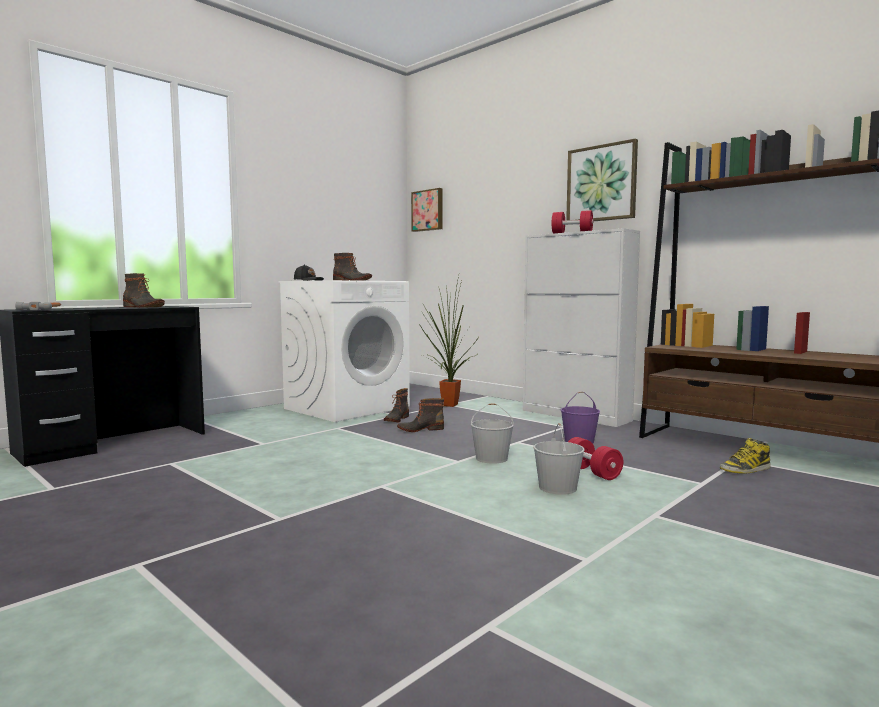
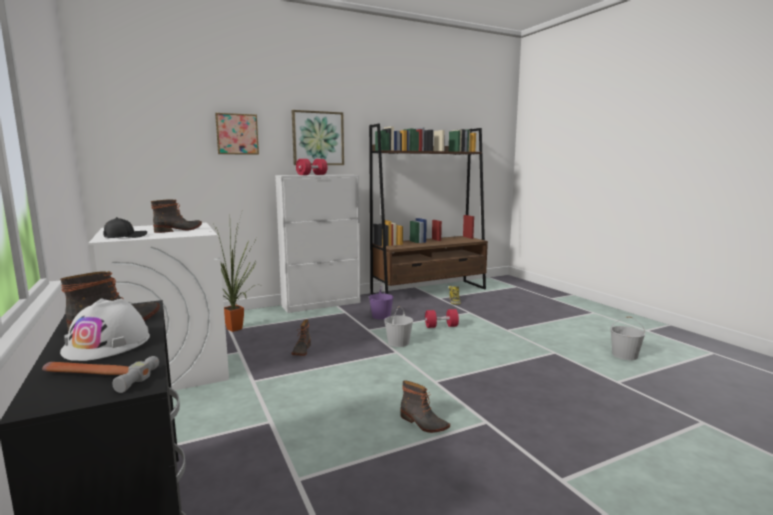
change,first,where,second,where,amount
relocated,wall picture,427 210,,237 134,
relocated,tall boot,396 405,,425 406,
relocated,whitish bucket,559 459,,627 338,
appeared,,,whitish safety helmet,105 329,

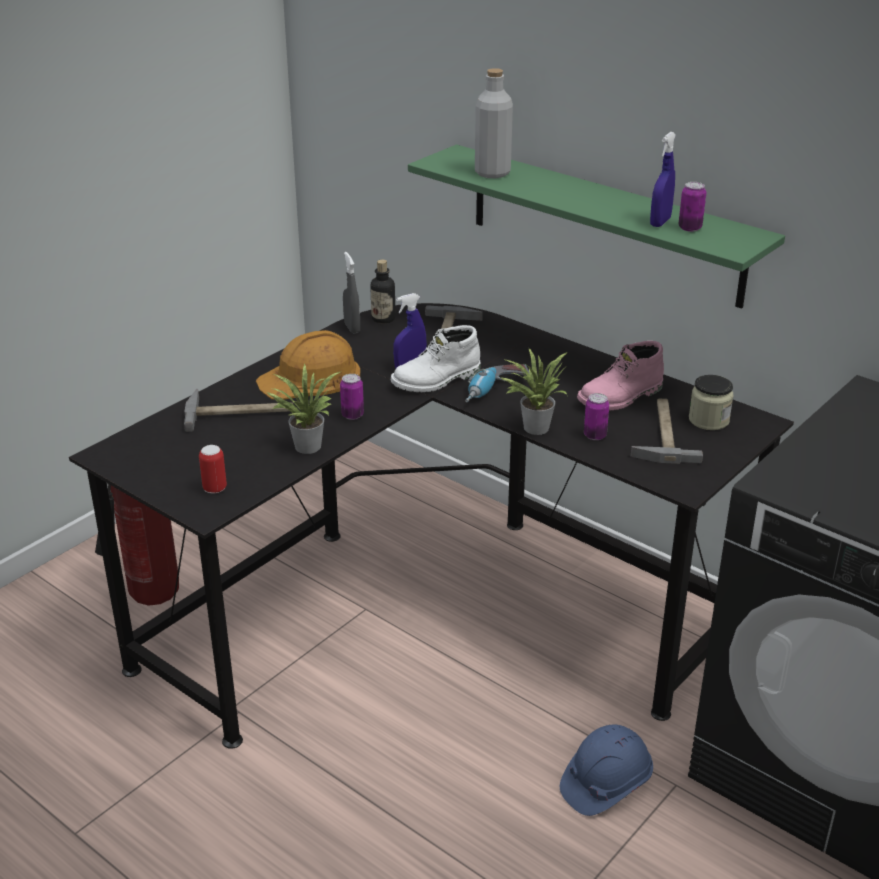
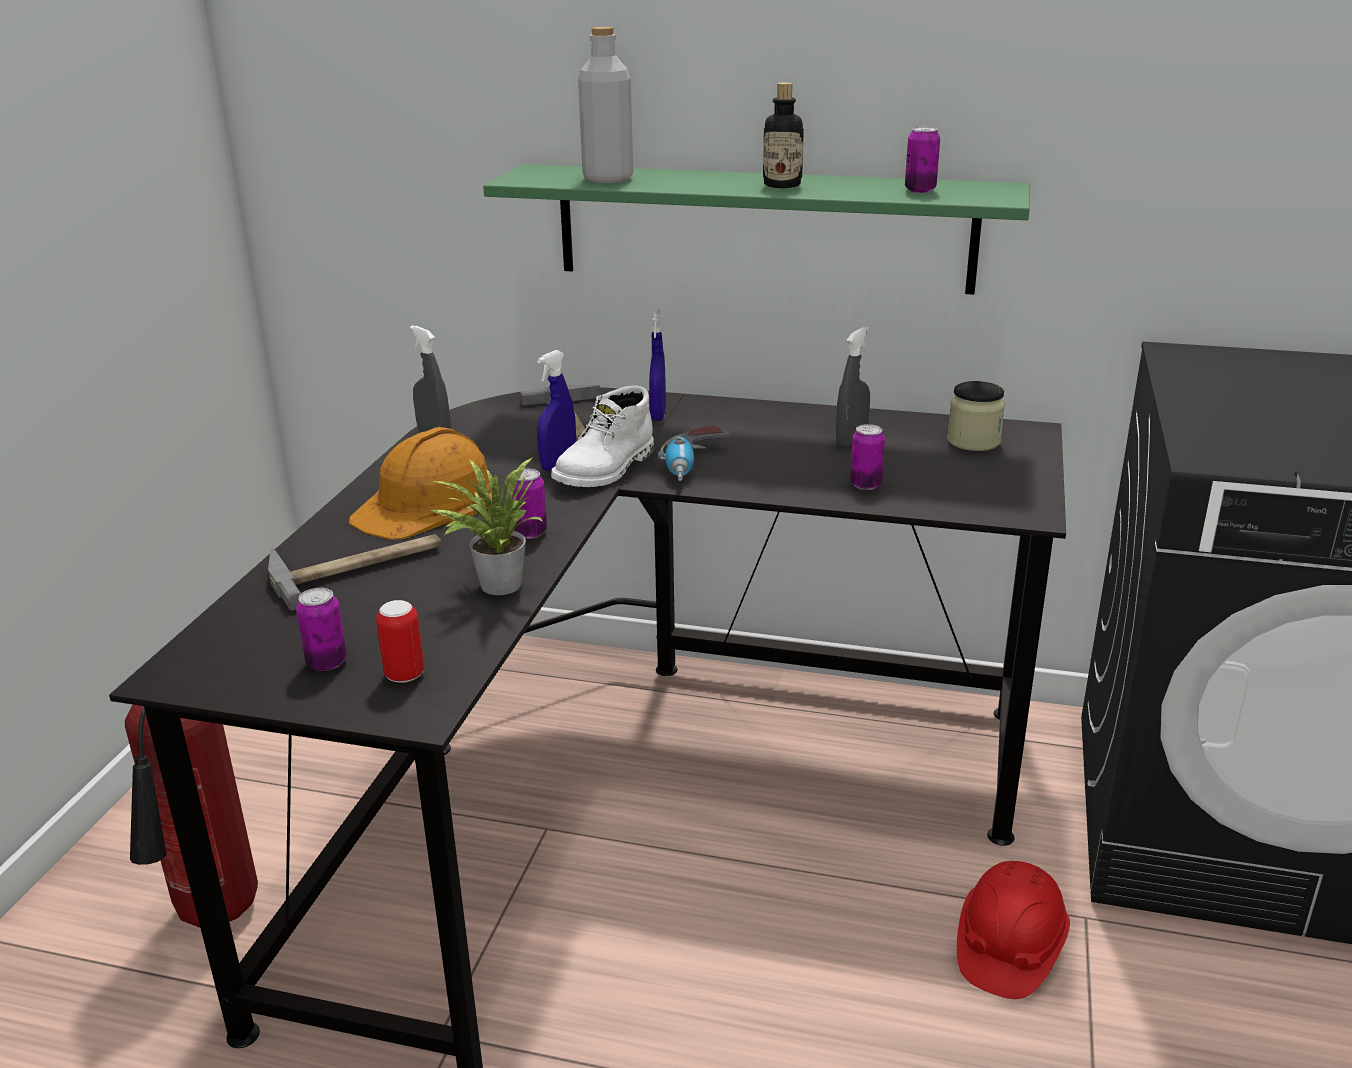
change,first,where,second,where,amount
relocated,blue-coloured spray bottle,663 179,,657 364,
relocated,drink bottle,382 291,,783 135,
exchanged,pink tall boot,620 375,greyish spray bottle,853 386,
missing,potted plant,533 391,,,
missing,tool hammer,667 431,,,
colour,blue-coloured safety helmet,606 770,red-coloured safety helmet,1013 930,
appeared,,,sealed can,321 629,

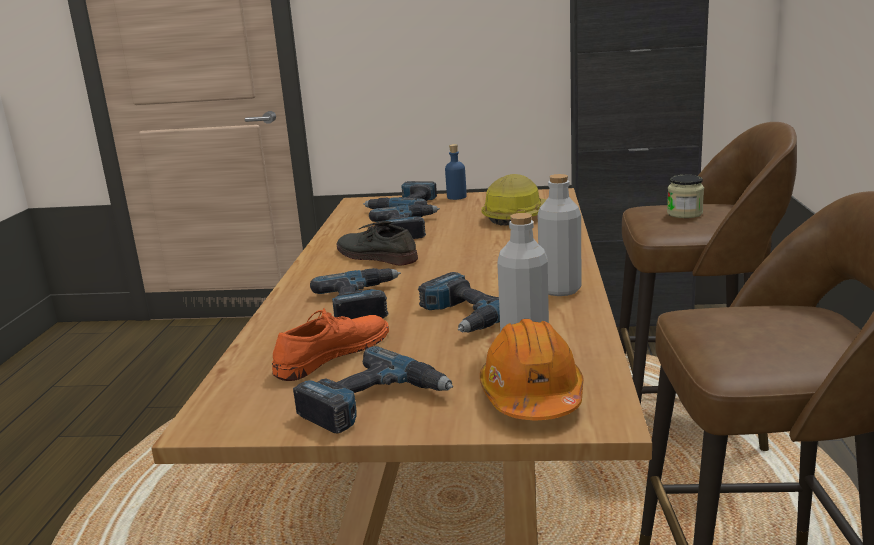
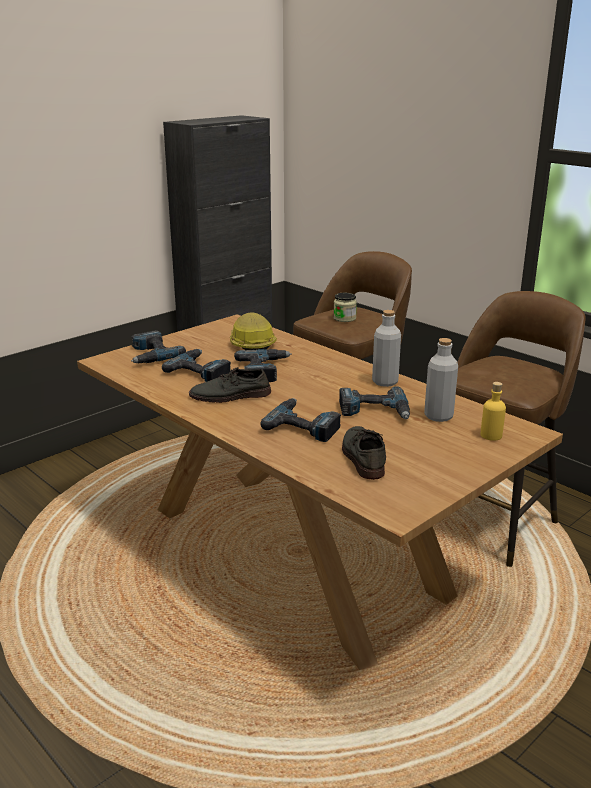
change,first,where,second,where,amount
missing,blue-coloured drink bottle,456 172,,,
colour,orange-coloured item of footwear,330 344,greyish item of footwear,364 453,
exchanged,orange-coloured safety helmet,532 369,yellow-coloured drink bottle,493 411,
relocated,drill,373 389,,263 365,

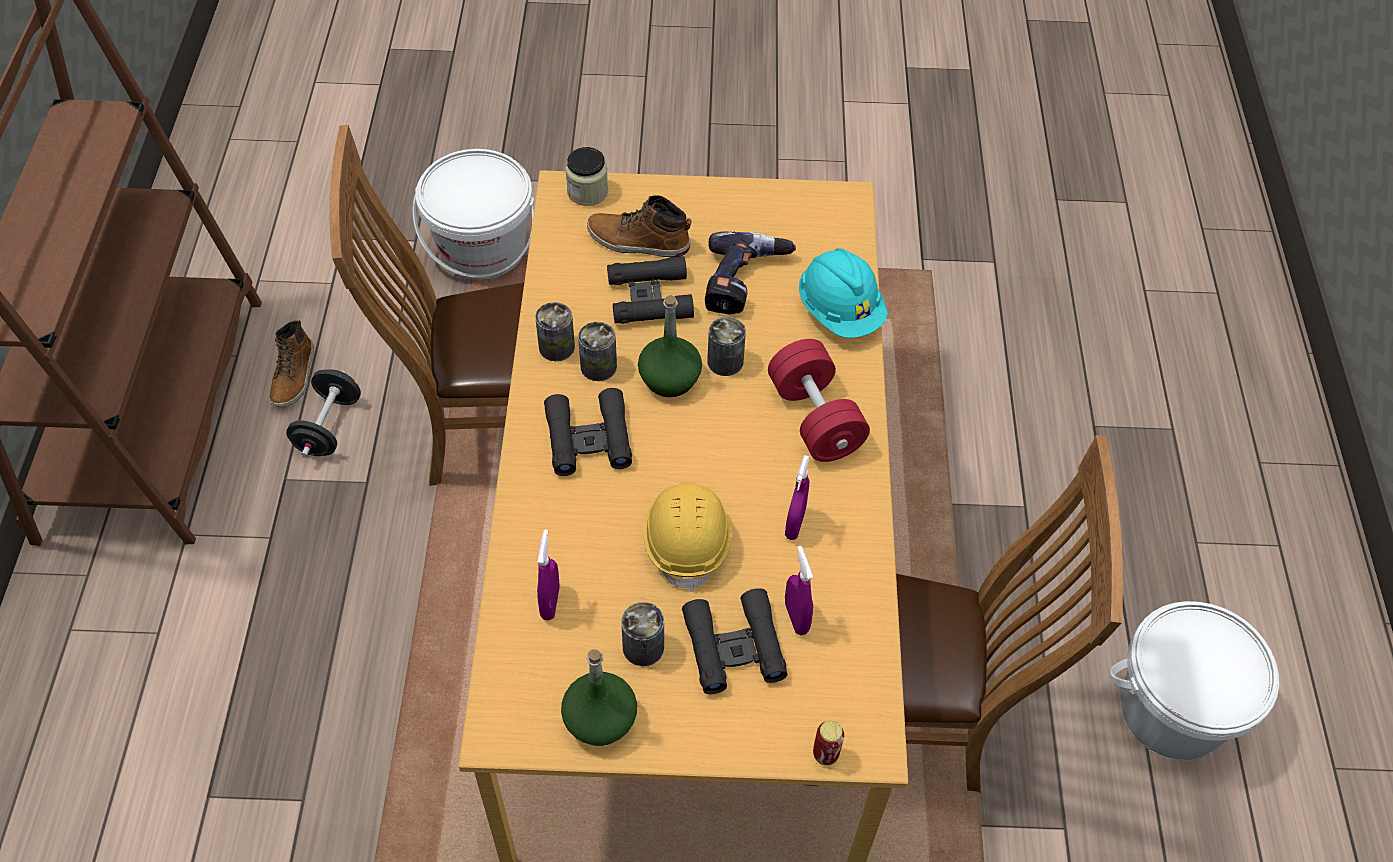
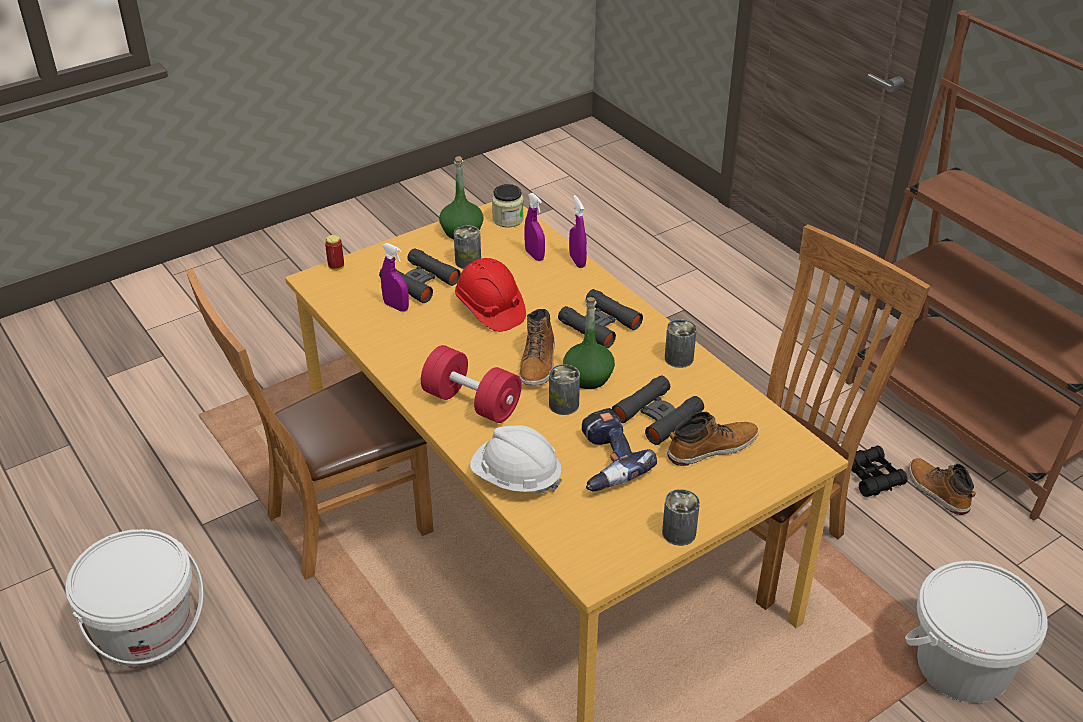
change,first,where,second,where,amount
relocated,jar,586 176,,508 206,
colour,turquoise-coloured safety helmet,843 293,whitish safety helmet,516 459,
relocated,sealed can,597 351,,681 517,
exchanged,black free weight,323 413,black binoculars,879 471,
relocated,purple-coloured spray bottle,797 497,,578 231,
colour,yellow-coloured safety helmet,687 537,red-coloured safety helmet,490 295,
appeared,,,tall boot,537 347,

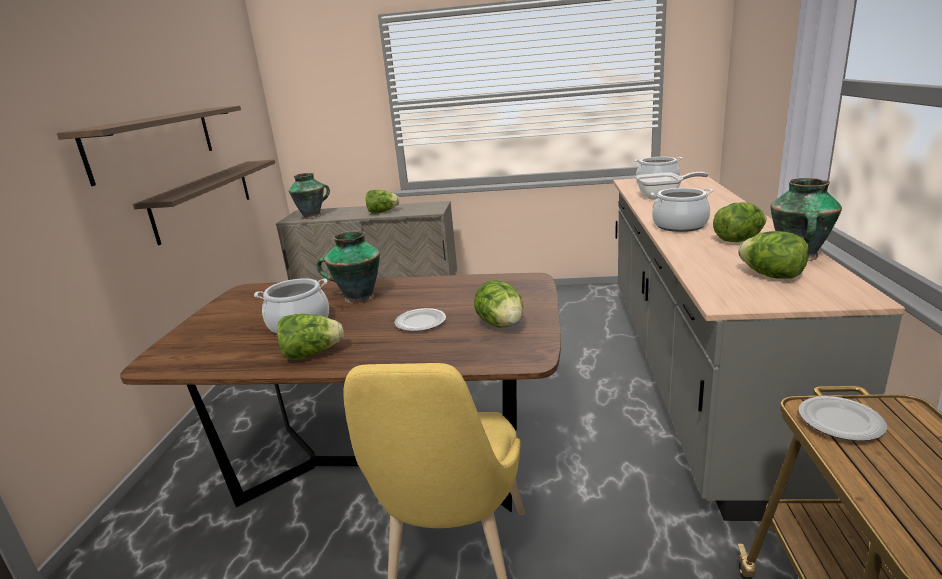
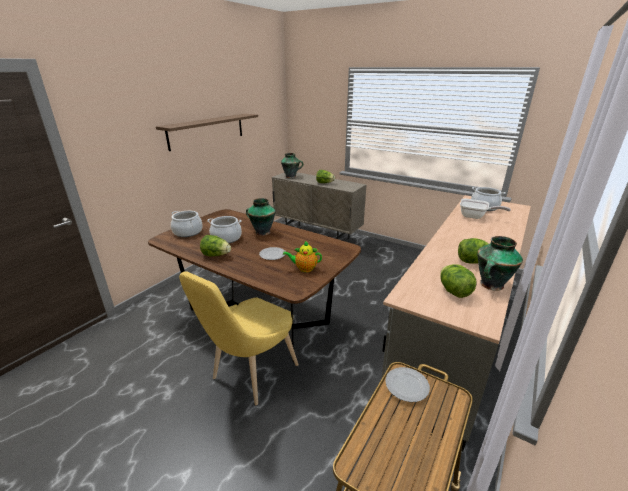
change,first,where,second,where,amount
missing,bracket shelf,204 202,,,
relocated,saucepot,682 210,,187 224,
exchanged,lettuce,498 304,pot for tea,302 256,

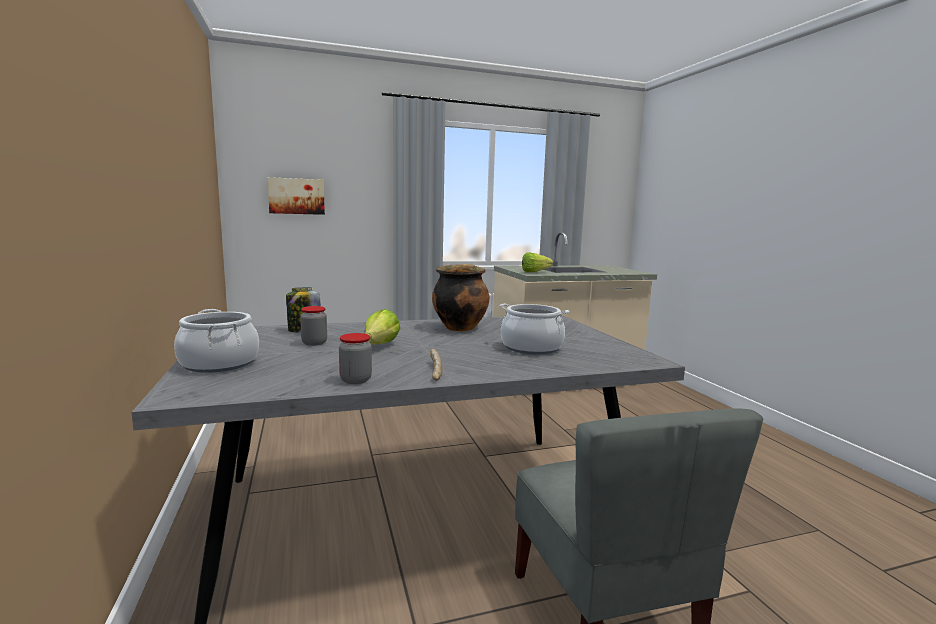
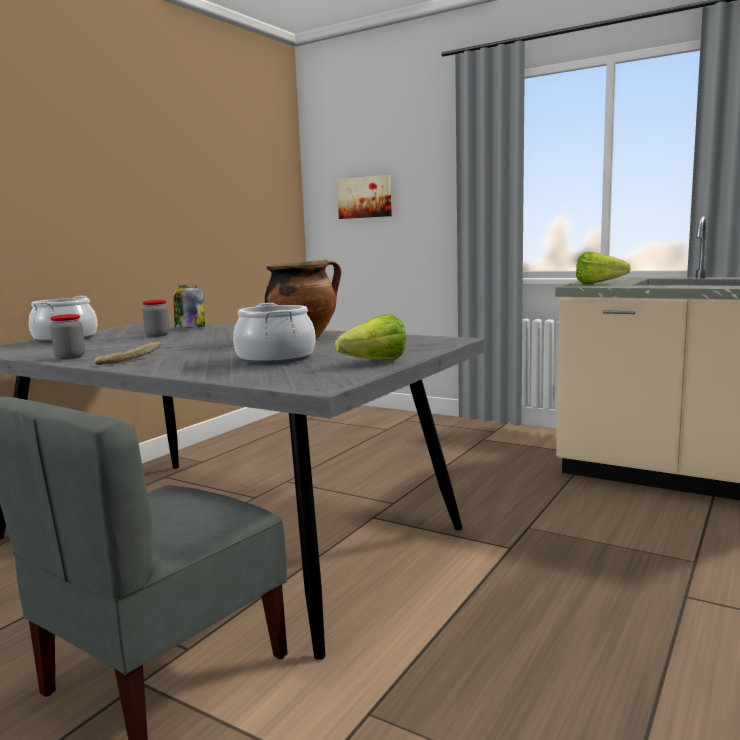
change,first,where,second,where,amount
relocated,lettuce,382 327,,370 337,

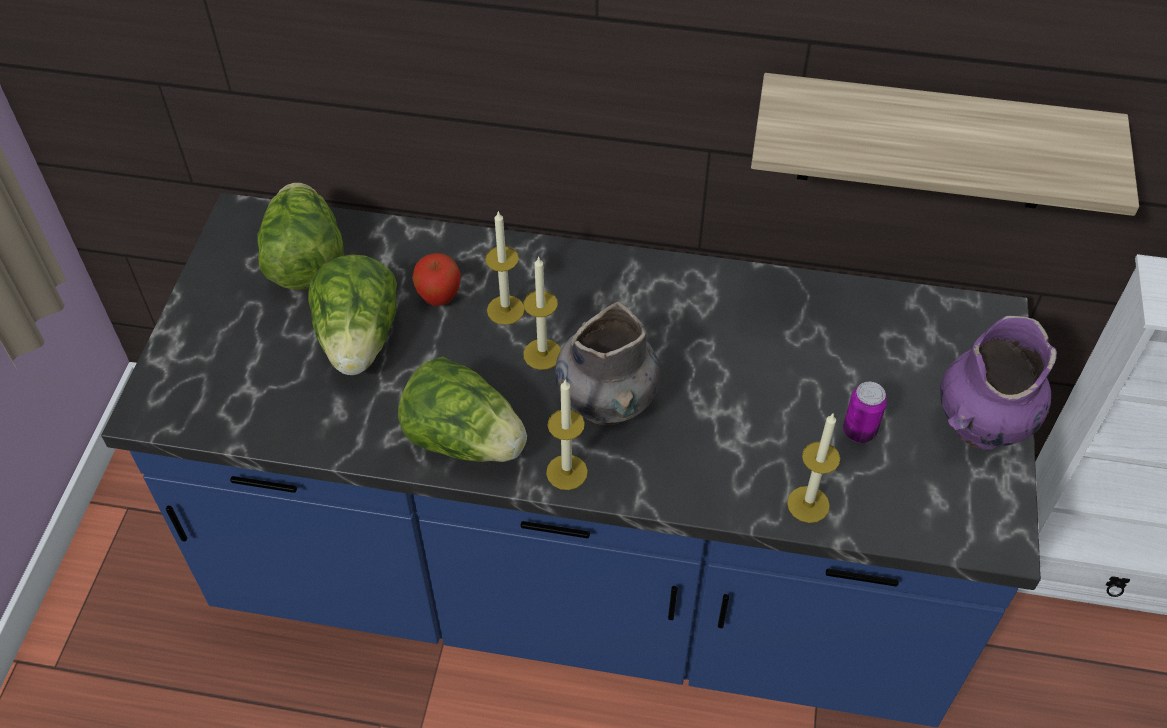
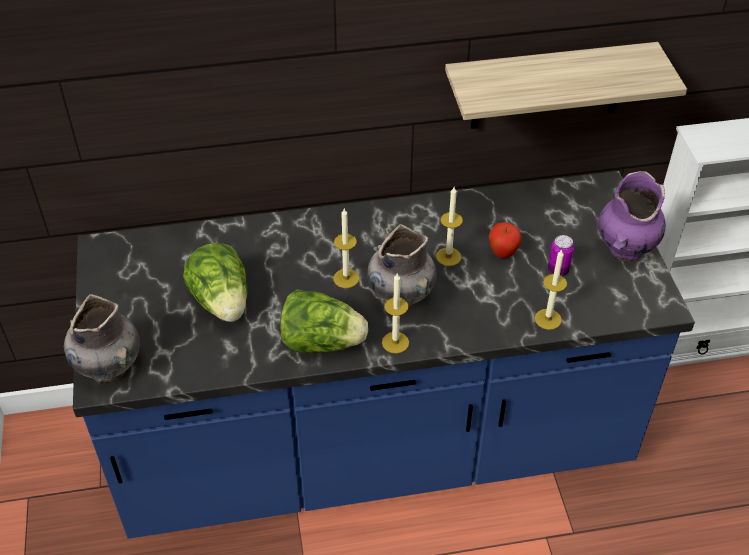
change,first,where,second,where,amount
missing,lettuce,301 236,,,
relocated,wax light,505 267,,449 226,
relocated,whole apple,436 279,,505 240,
appeared,,,greyish decorative vase,102 338,

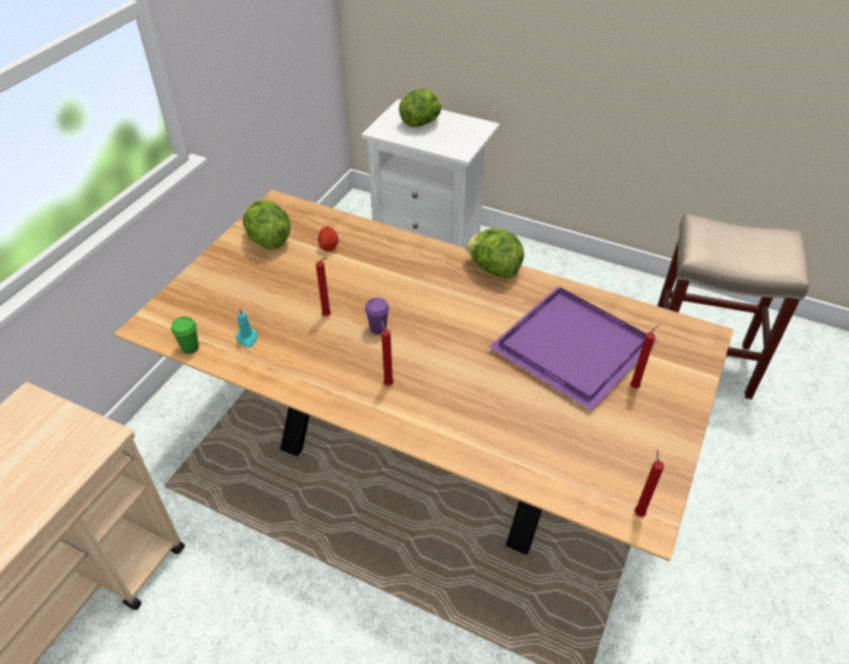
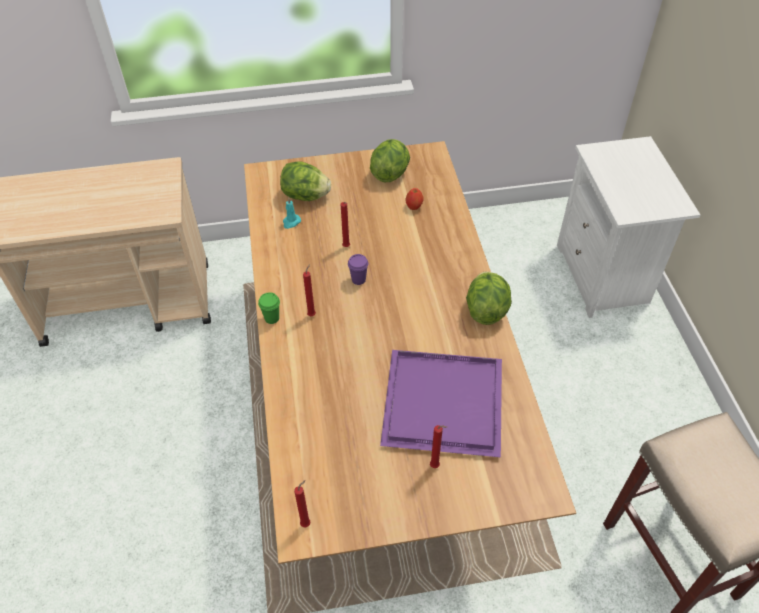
change,first,where,second,where,amount
relocated,lettuce,420 108,,305 181,
relocated,green-coloured drinking cup,185 335,,269 308,

